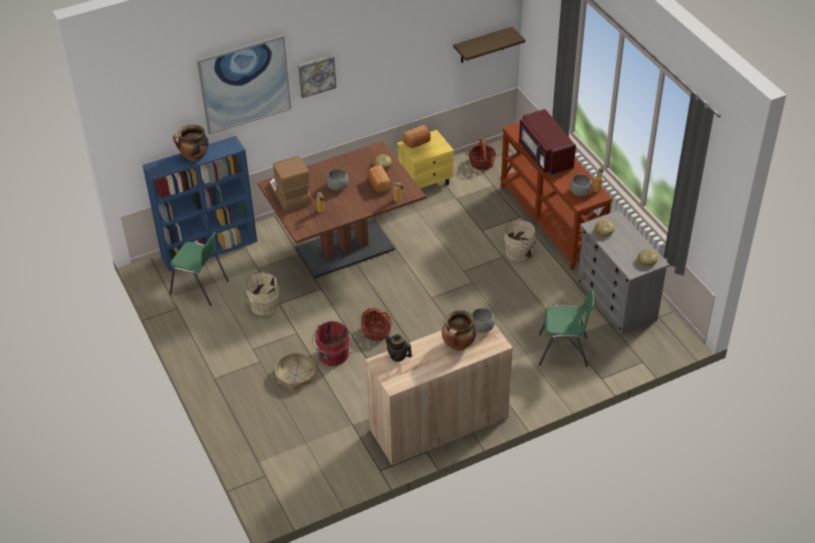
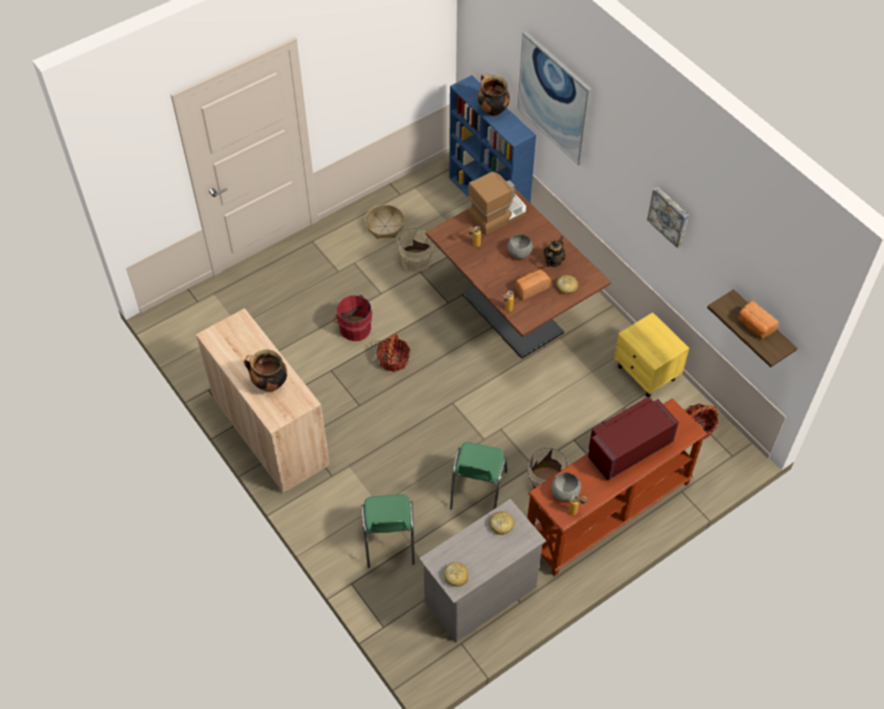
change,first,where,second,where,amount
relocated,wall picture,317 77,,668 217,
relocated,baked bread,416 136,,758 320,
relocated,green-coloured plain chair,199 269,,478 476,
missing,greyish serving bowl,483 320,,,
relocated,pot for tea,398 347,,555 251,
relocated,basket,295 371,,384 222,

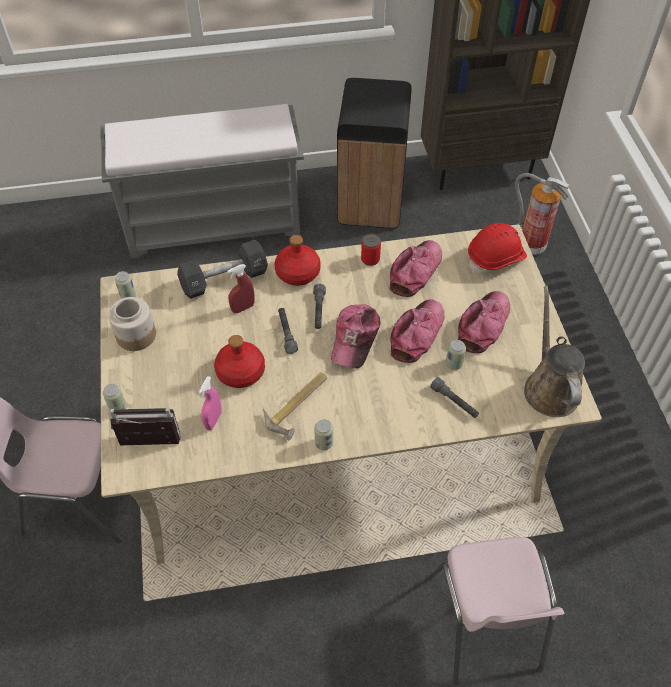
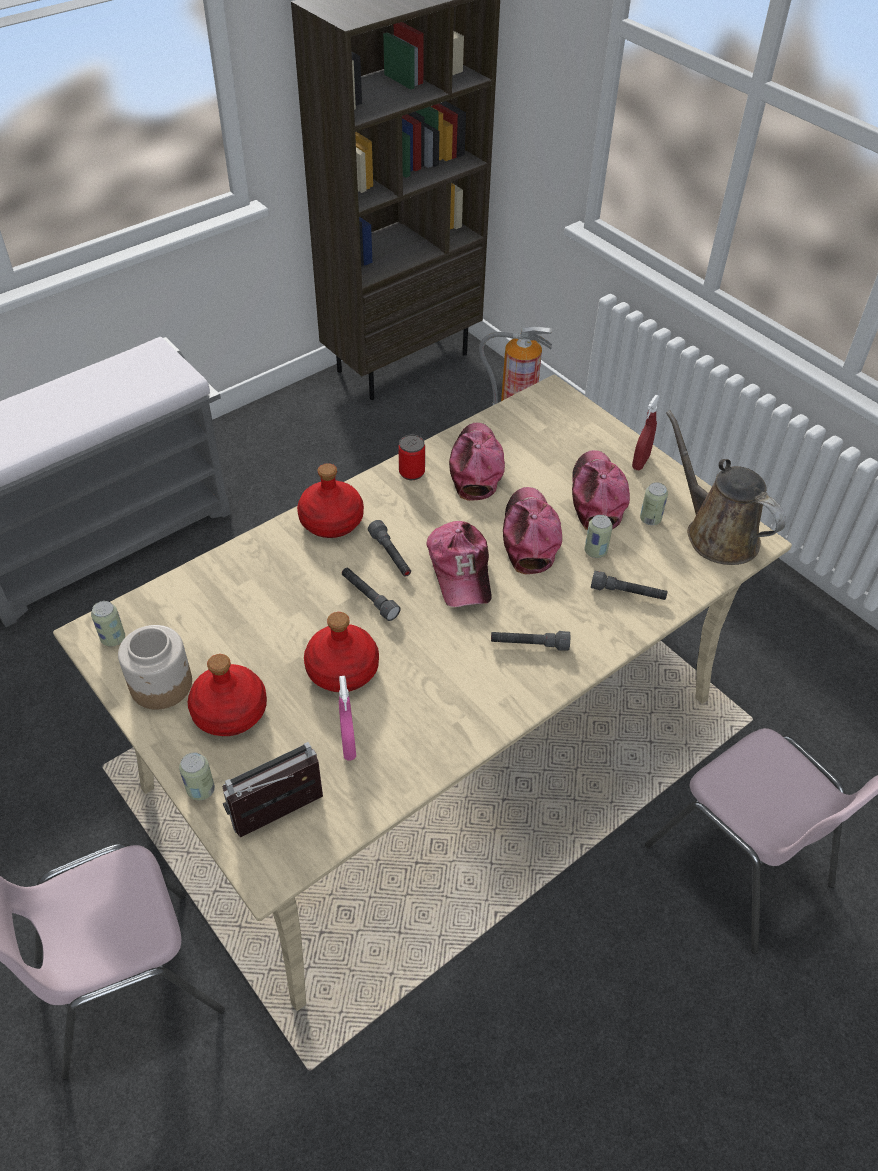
change,first,where,second,where,amount
missing,black rubbish bin,374 153,,,
missing,red-coloured safety helmet,497 248,,,
missing,black free weight,222 269,,,
relocated,red-coloured spray bottle,241 288,,646 432,
missing,tool hammer,295 406,,,
relocated,sealed can,323 434,,654 503,
appeared,,,greyish torch,530 640,
appeared,,,red-coloured drink bottle,227 695,

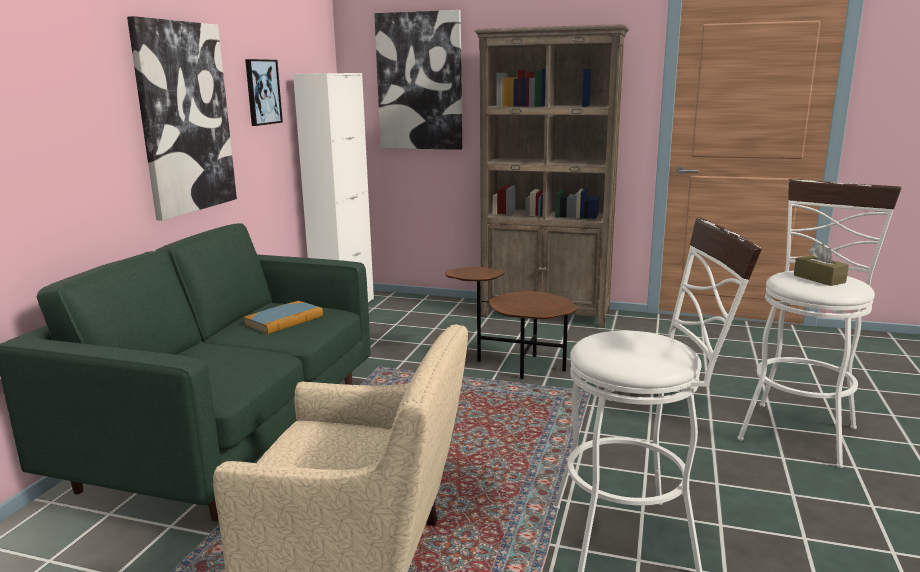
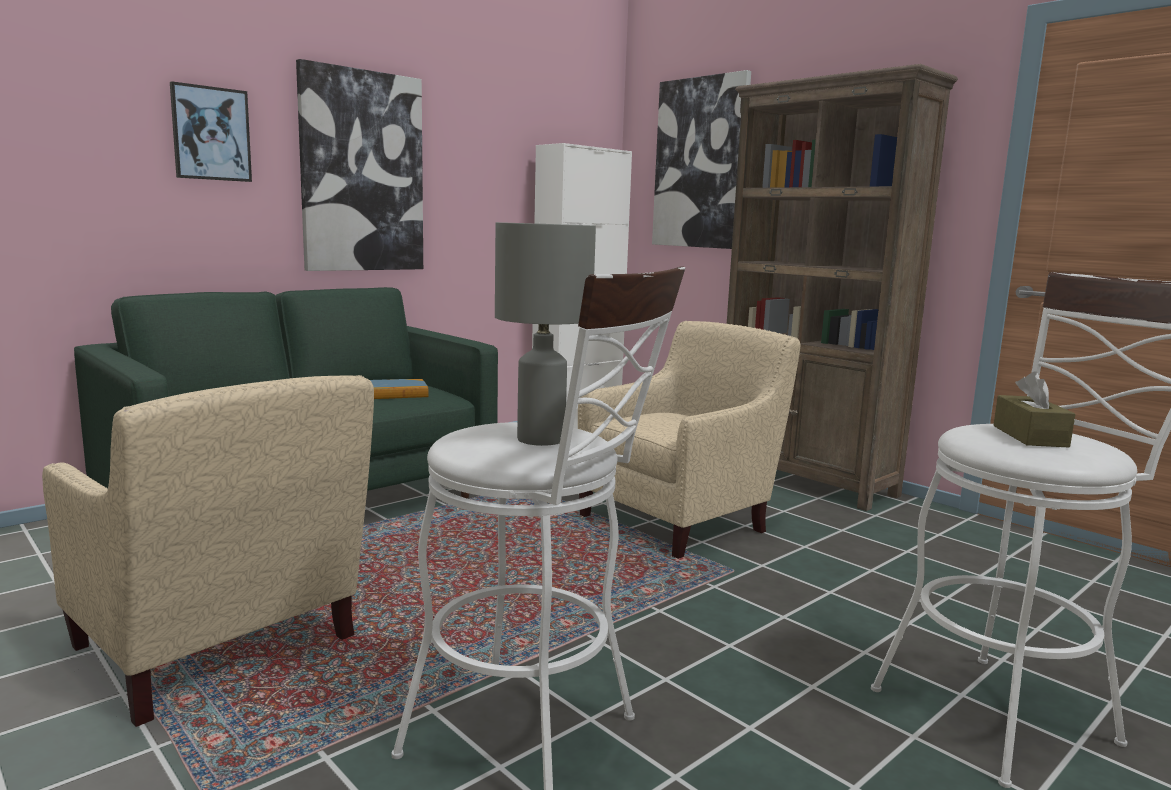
change,first,where,second,where,amount
relocated,wall picture,264 92,,211 131,
exchanged,brown end table,511 323,beige armchair,689 440,
appeared,,,greyish table lamp,545 334,

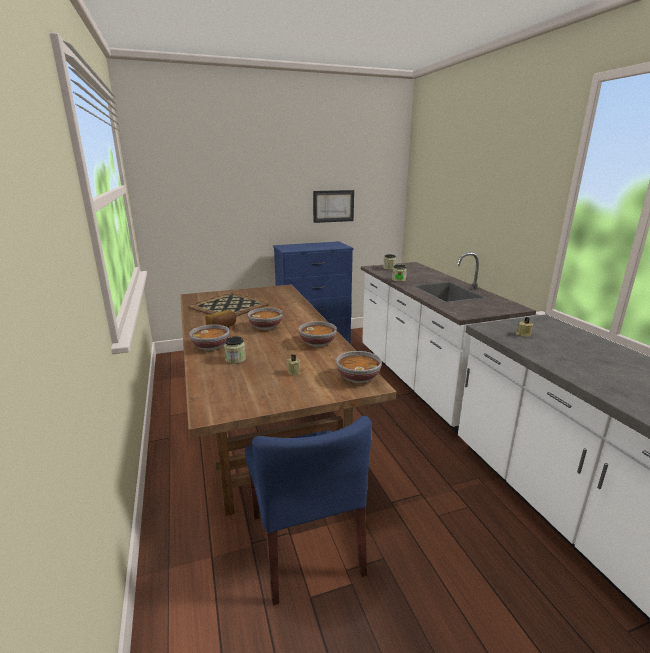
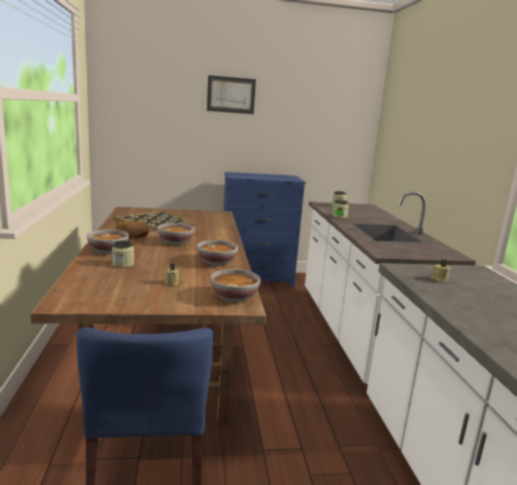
change,first,where,second,where,amount
relocated,wall picture,333 206,,231 94,

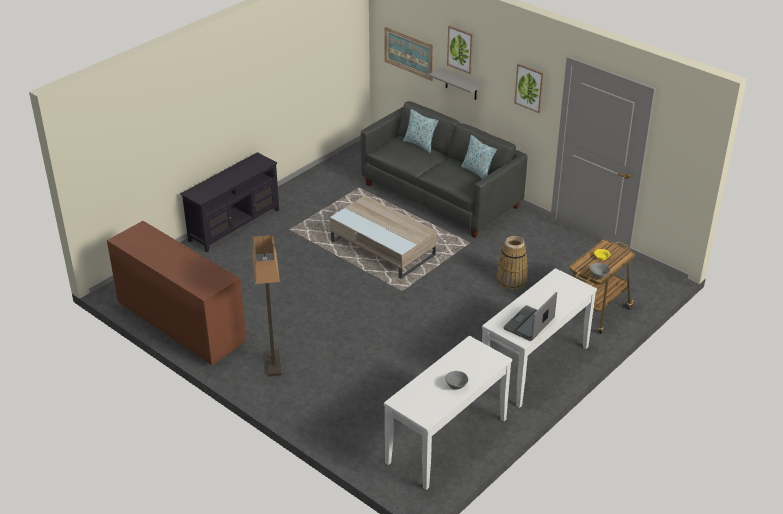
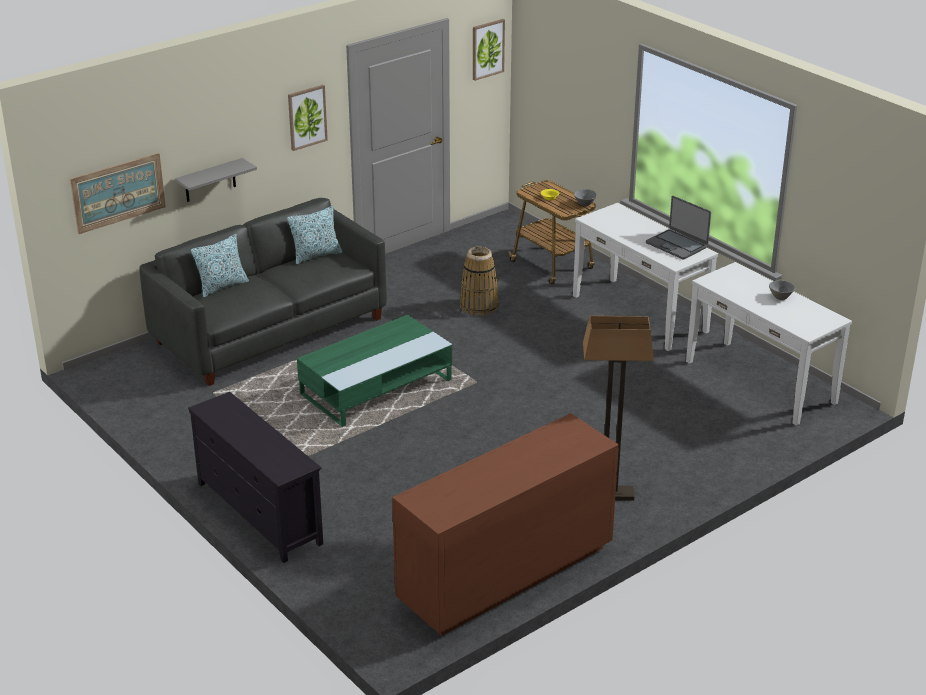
change,first,where,second,where,amount
relocated,wall picture,460 49,,489 50,
colour,beige lounge table,383 237,green-coloured lounge table,374 371,

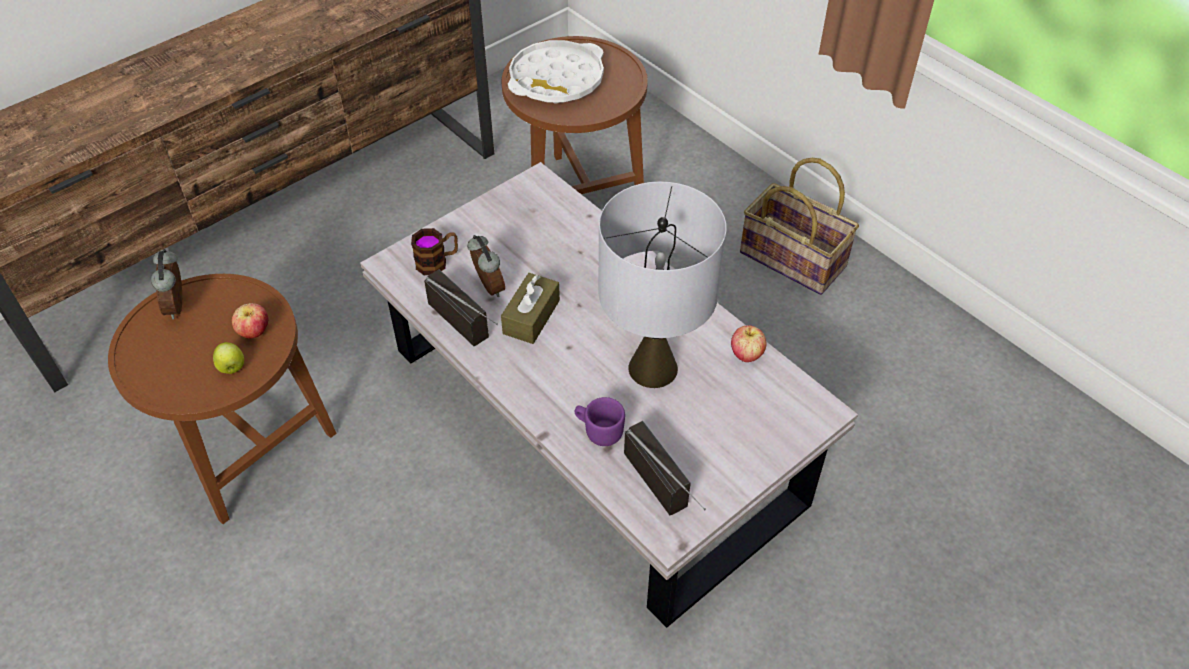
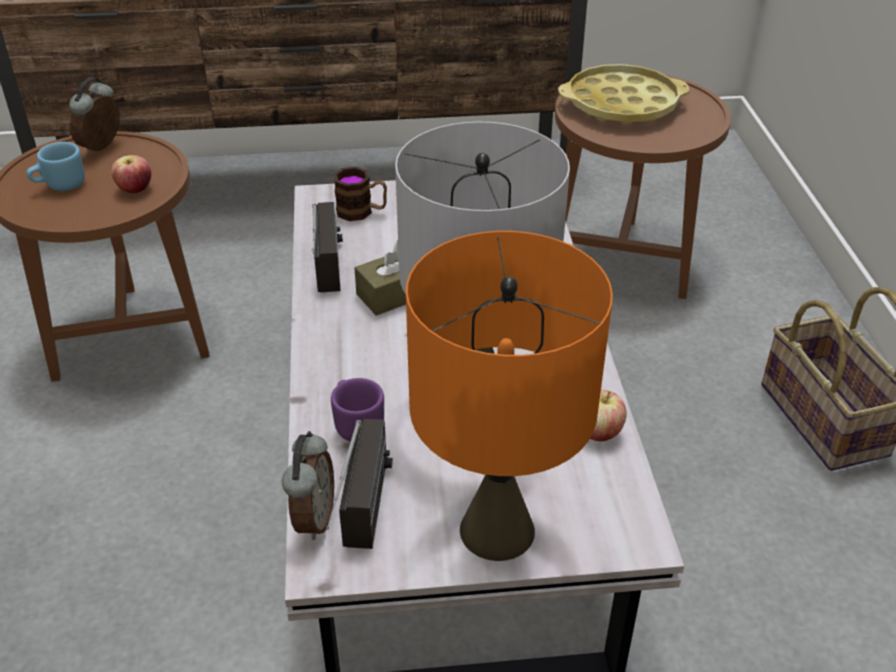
change,first,where,second,where,amount
colour,whitish carrying tray,556 72,yellow-coloured carrying tray,624 94,
relocated,alarm clock,486 266,,308 485,
missing,whole apple,228 358,,,
appeared,,,blue-coloured coffee mug,55 166,
appeared,,,orange-coloured table lamp,509 396,

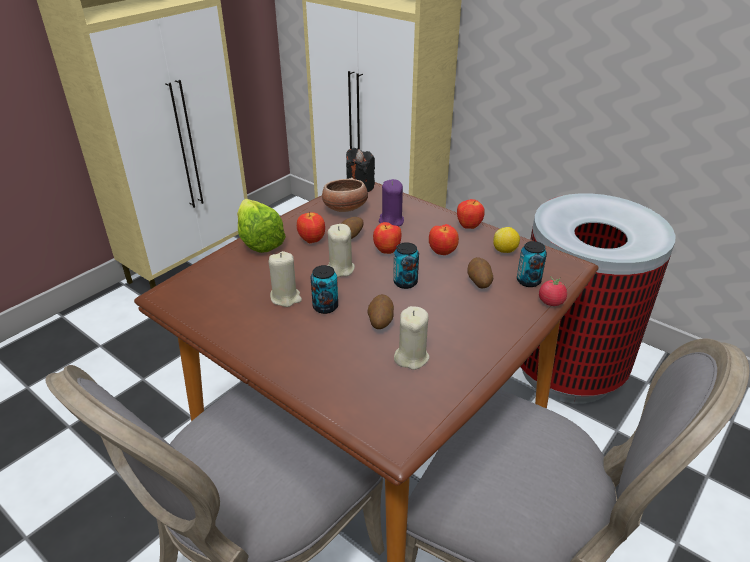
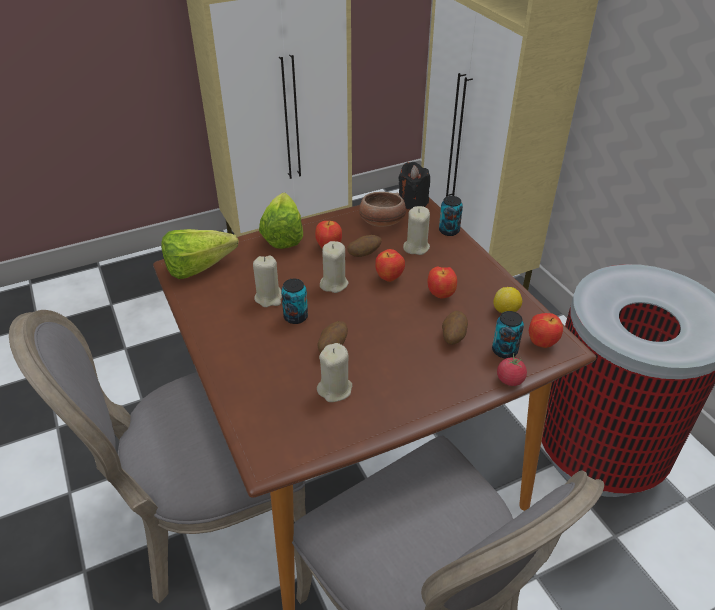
change,first,where,second,where,amount
colour,purple-coloured wax light,391 202,beige wax light,416 230,
relocated,whole apple,471 214,,546 330,
relocated,sealed can,406 265,,451 216,
appeared,,,lettuce,199 254,

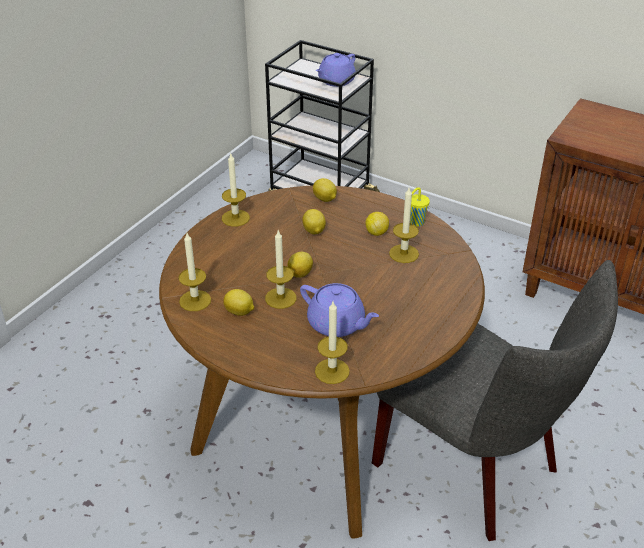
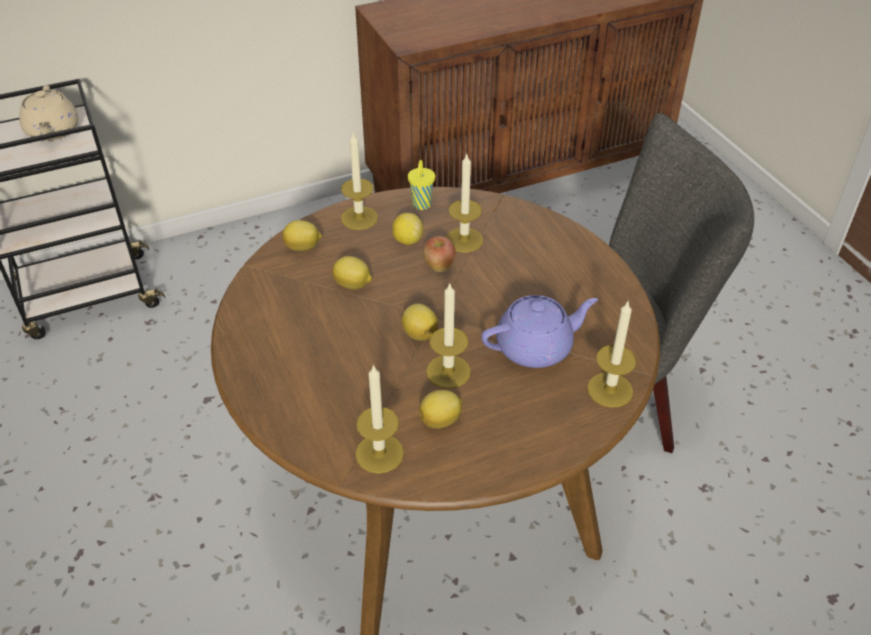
change,first,where,second,where,amount
colour,purple-coloured pot for tea,335 70,beige pot for tea,49 113,
relocated,wax light,236 189,,359 181,
appeared,,,whole apple,439 254,

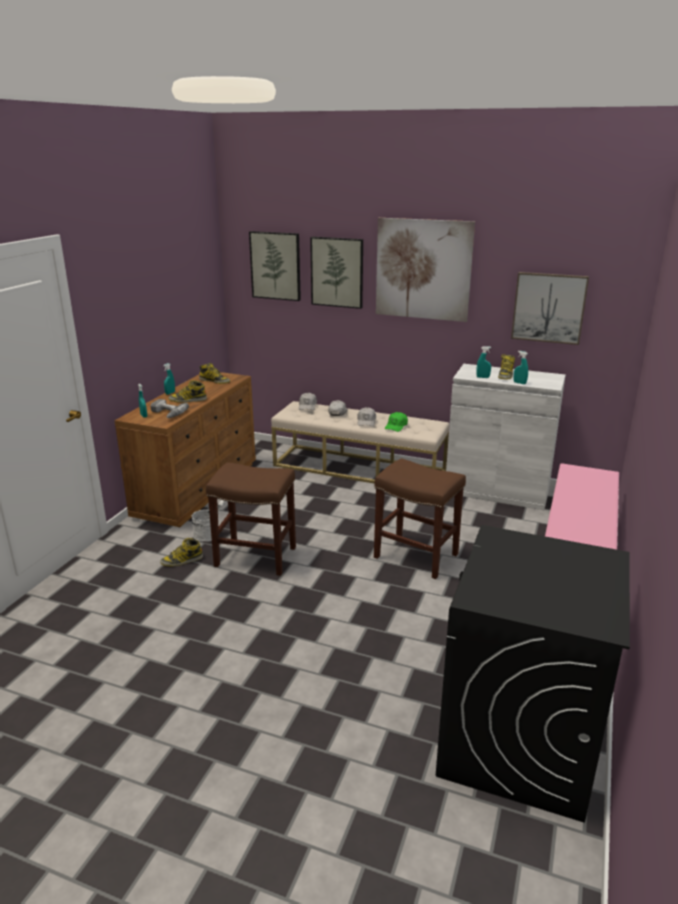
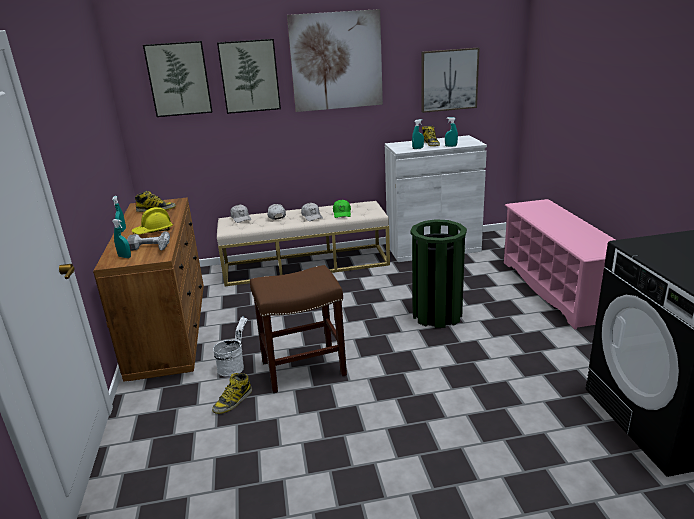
change,first,where,second,where,amount
exchanged,tall boot,187 391,yellow-coloured safety helmet,152 221,
exchanged,brown stool seat,420 518,green-coloured rubbish bin,438 273,

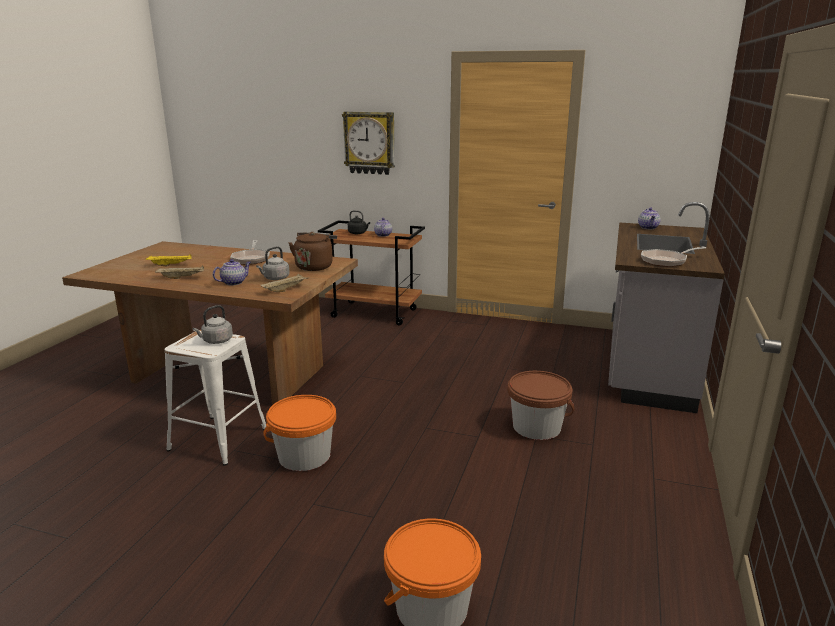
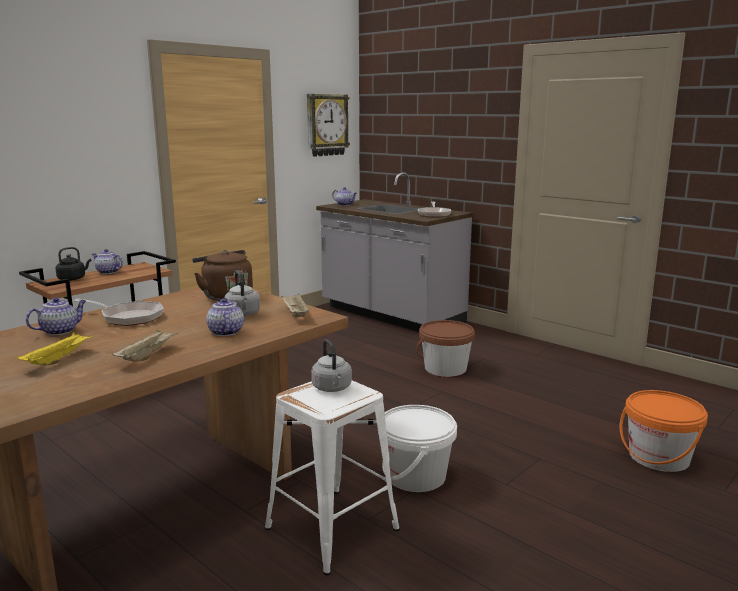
change,first,where,second,where,amount
relocated,hanging clock,368 143,,328 125,
colour,orange-coloured bucket,299 433,whitish bucket,417 448,
appeared,,,pot for tea,56 316,

